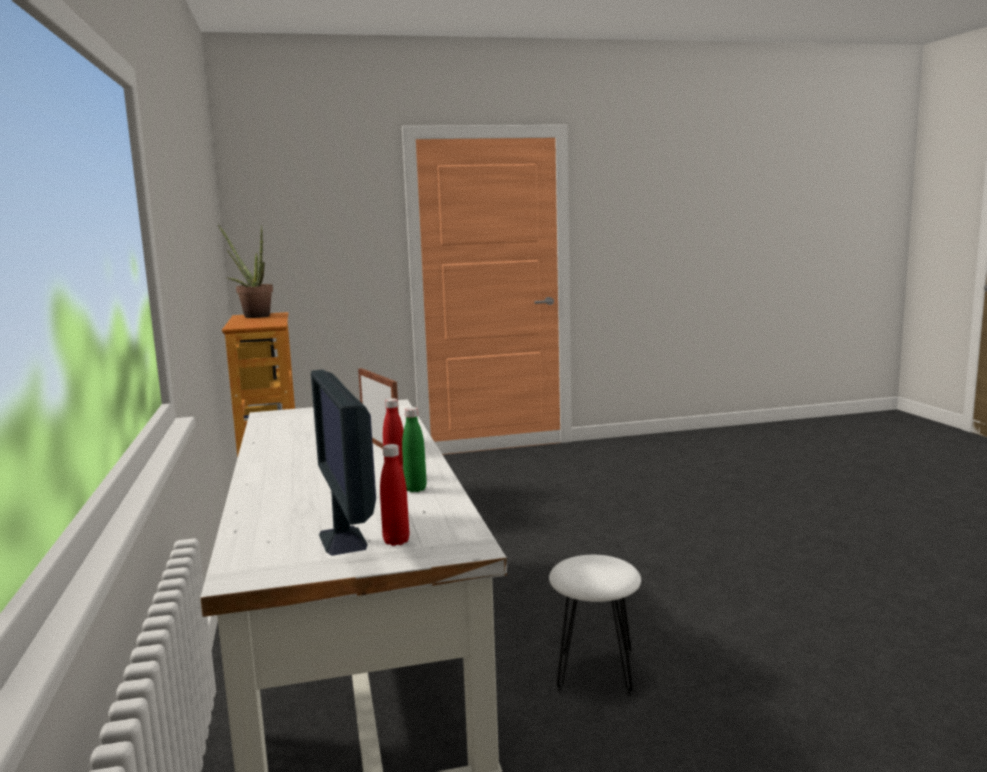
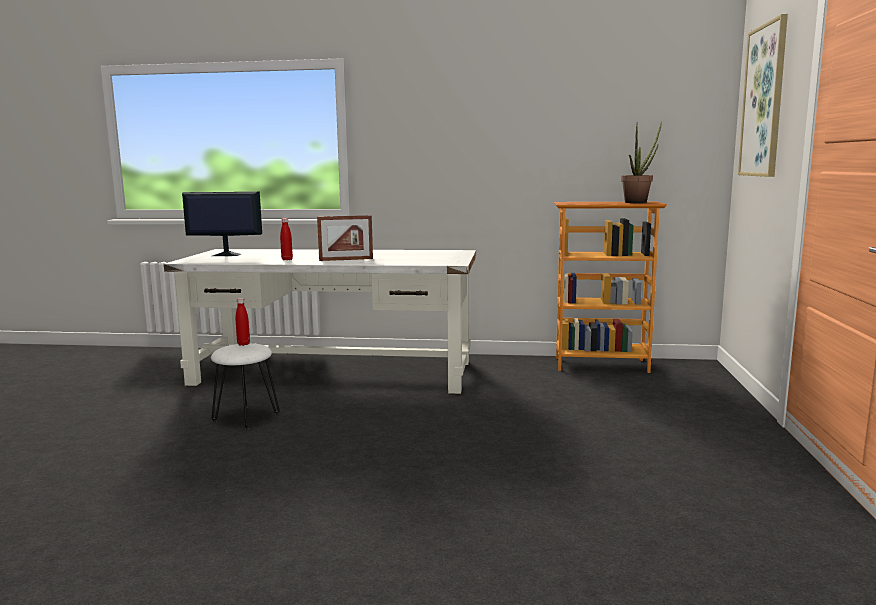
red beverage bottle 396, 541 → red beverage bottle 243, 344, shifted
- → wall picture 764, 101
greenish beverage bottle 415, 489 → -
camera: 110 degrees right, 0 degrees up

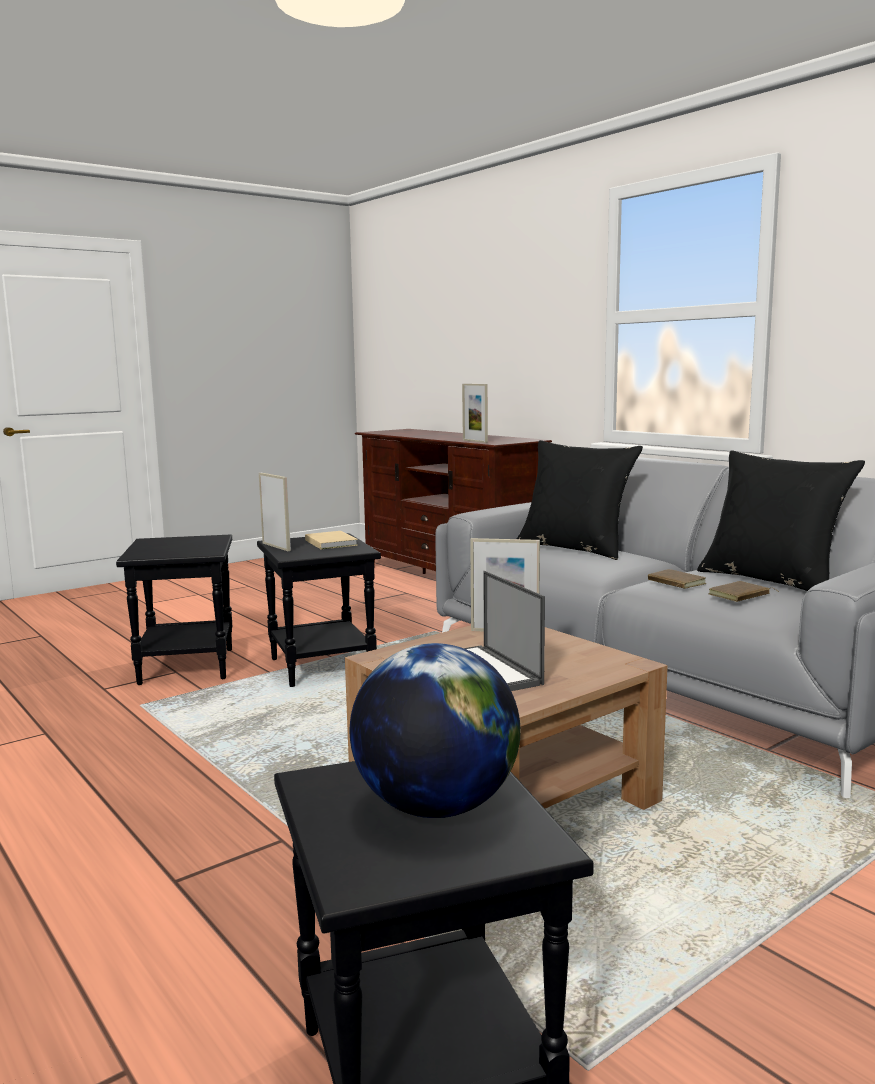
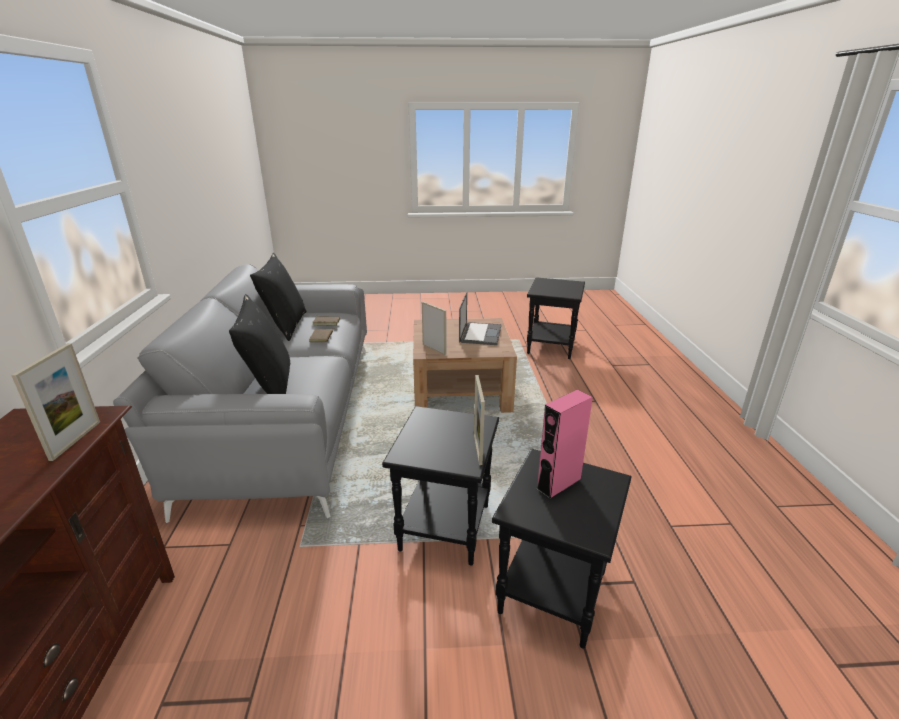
- → pink audio speaker 558, 484
beige bound book 331, 542 → -
desk globe 436, 807 → -
camera: 145 degrees left, 15 degrees up

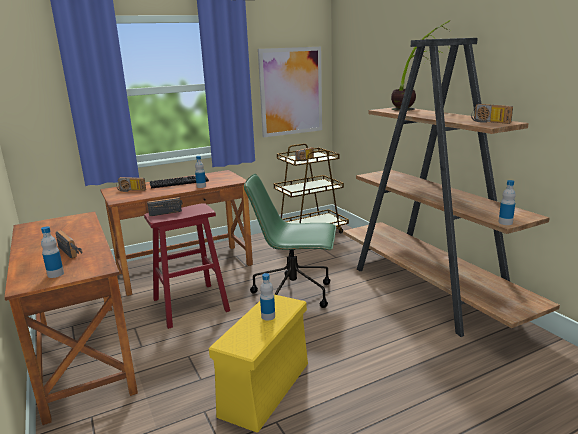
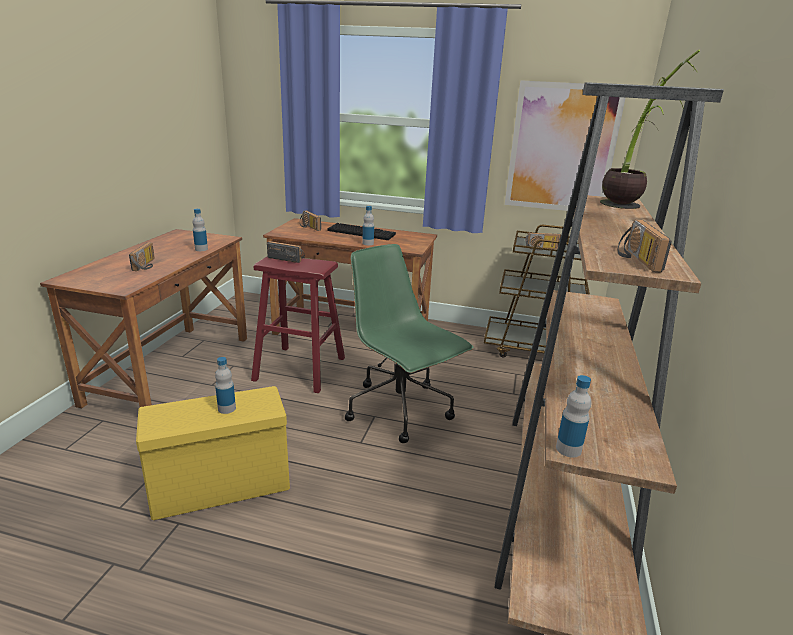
beverage bottle 55, 274 → beverage bottle 201, 249, shifted
camera: 40 degrees right, 5 degrees up

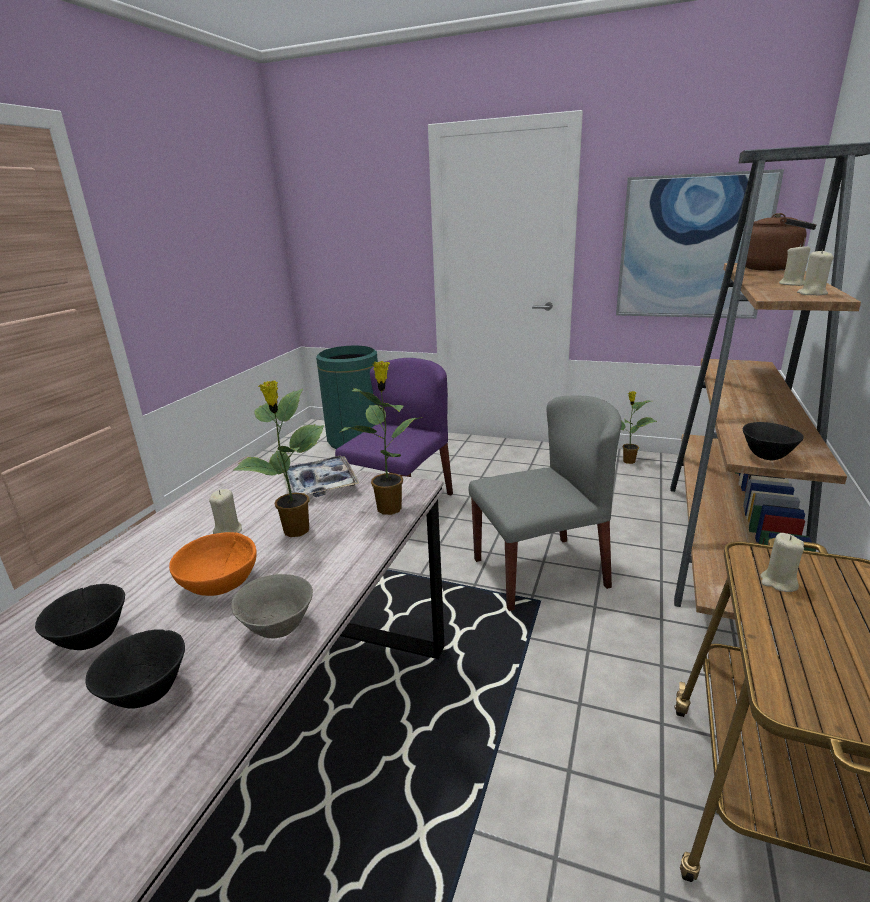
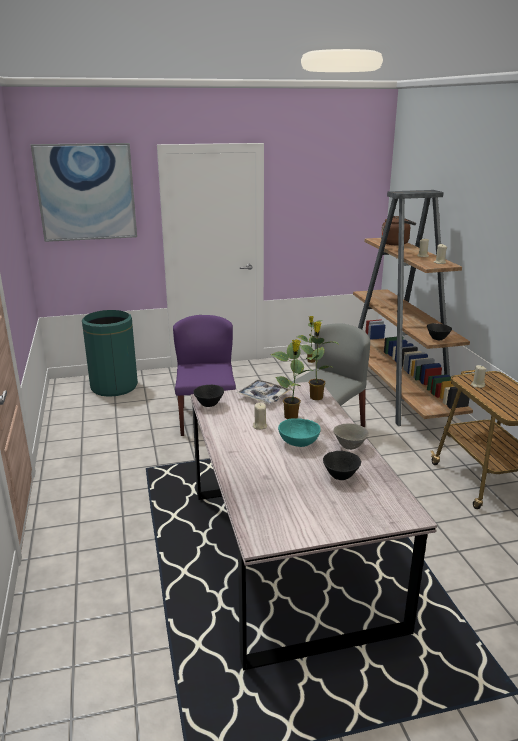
wall picture 692, 248 → wall picture 86, 192, shifted
black-coloured deep dish 92, 640 → black-coloured deep dish 209, 405, shifted
orange-coloured deep dish 220, 584 → blue-green deep dish 298, 443
camera: 35 degrees left, 0 degrees up

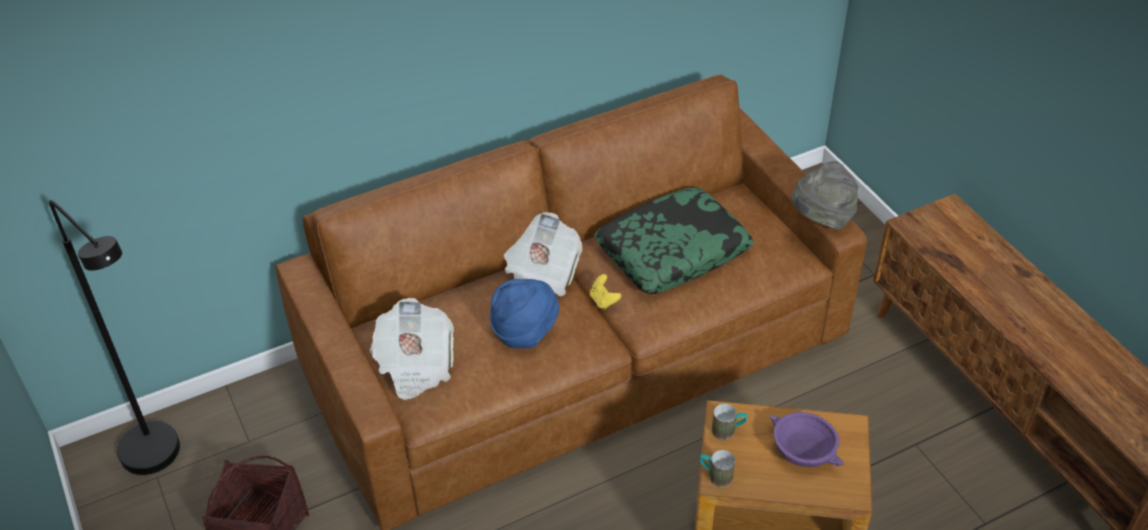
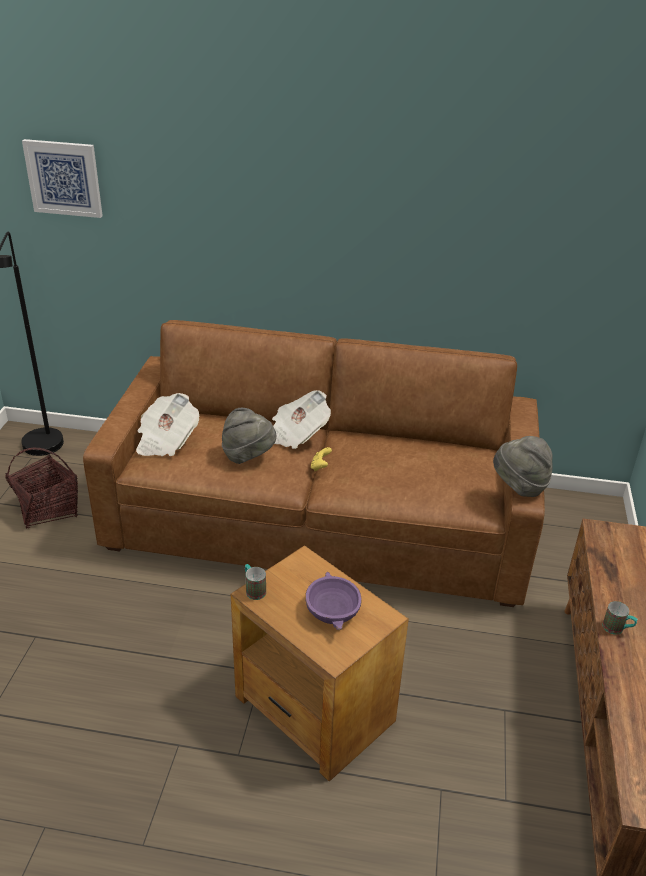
- → wall picture 64, 178
bluish wearable hat 525, 331 → grey wearable hat 248, 456
mug 728, 431 → mug 617, 629, shifted
cushion 673, 251 → -
camera: 35 degrees right, 10 degrees down

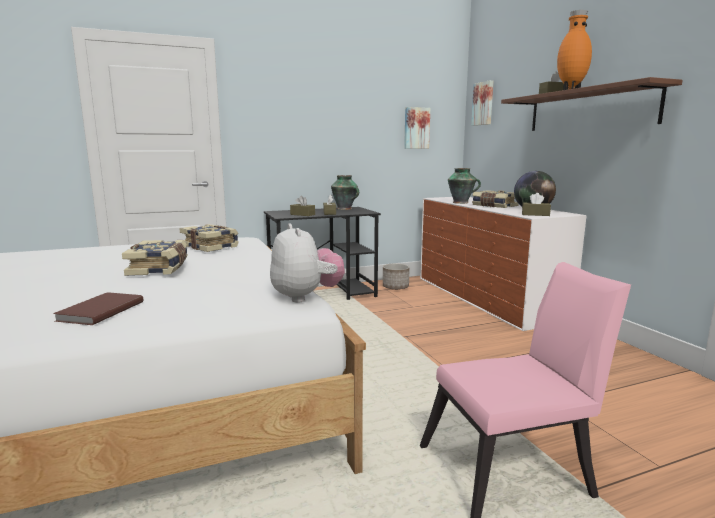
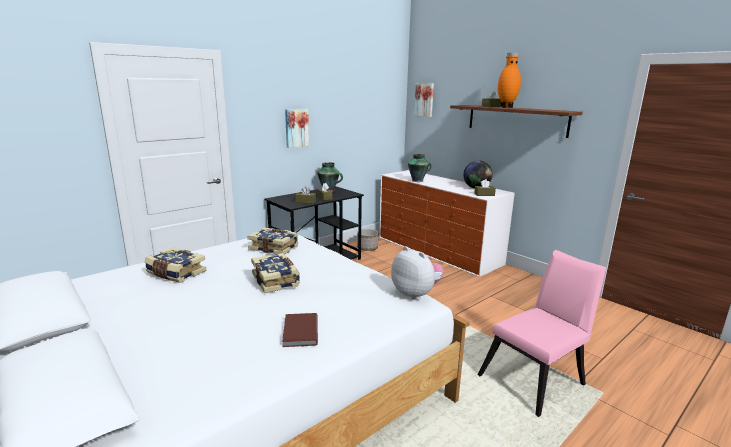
bound book 494, 206 → bound book 175, 273, shifted
wall picture 416, 128 → wall picture 296, 127, shifted
camera: 20 degrees left, 5 degrees up

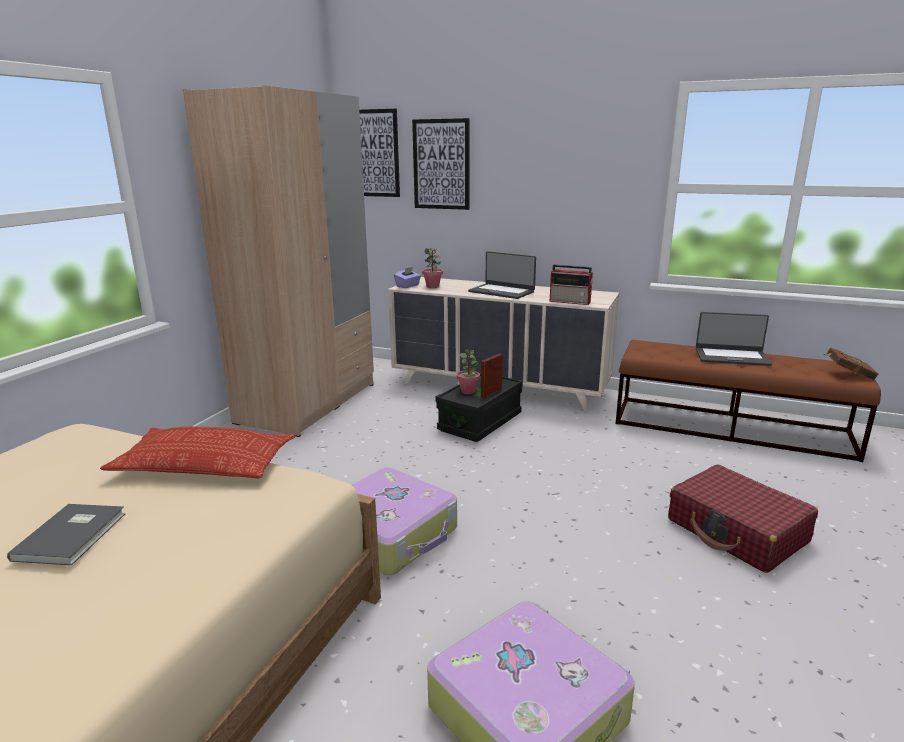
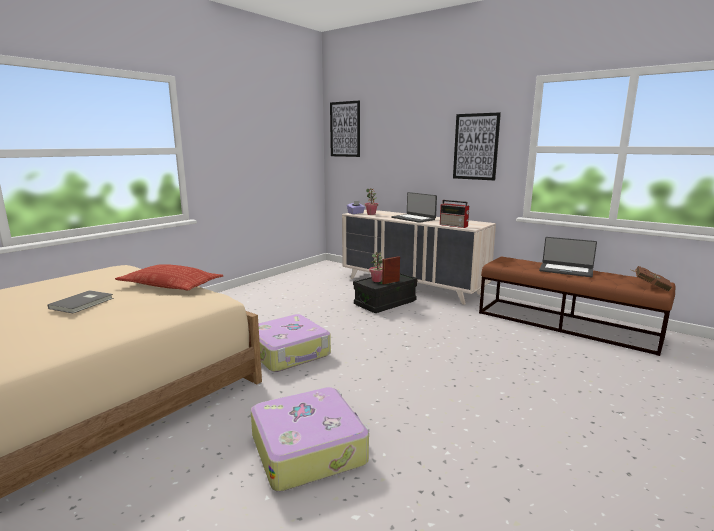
wall picture 441, 164 → wall picture 476, 146, shifted
beige wardrobe 308, 403 → -
red piece of luggage 737, 531 → -
camera: 15 degrees right, 5 degrees down

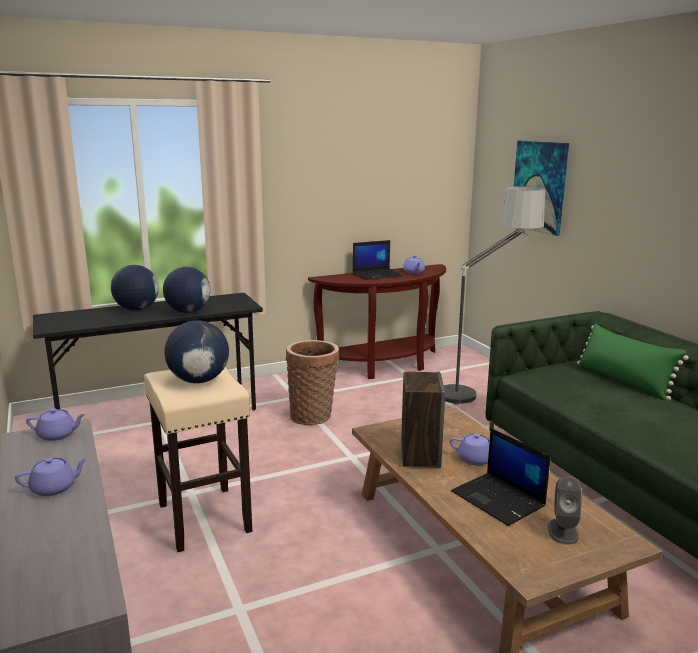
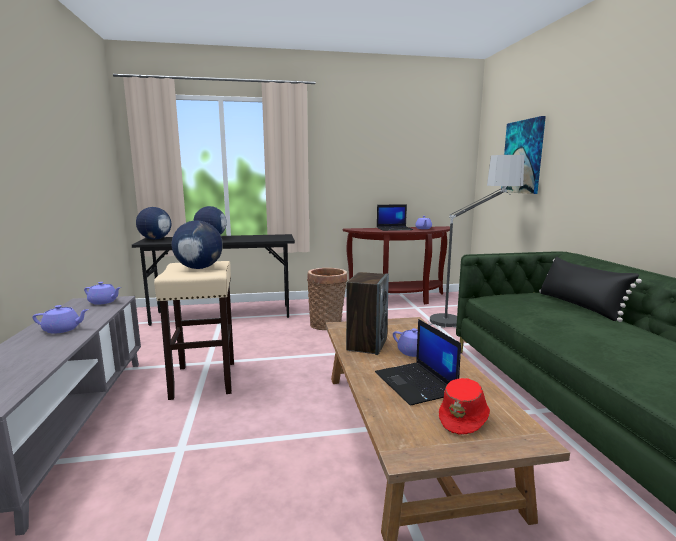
desk globe 188, 312 → desk globe 155, 239, shifted
grey audio speaker 562, 531 → red wearable hat 464, 418
greenish cushion 623, 381 → black-coloured cushion 579, 306
camera: 15 degrees right, 5 degrees down

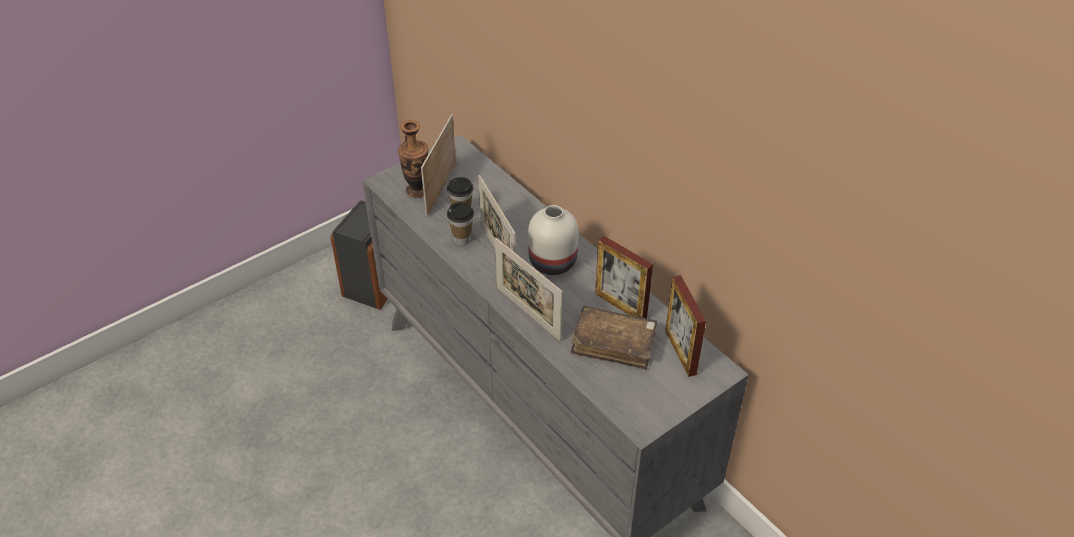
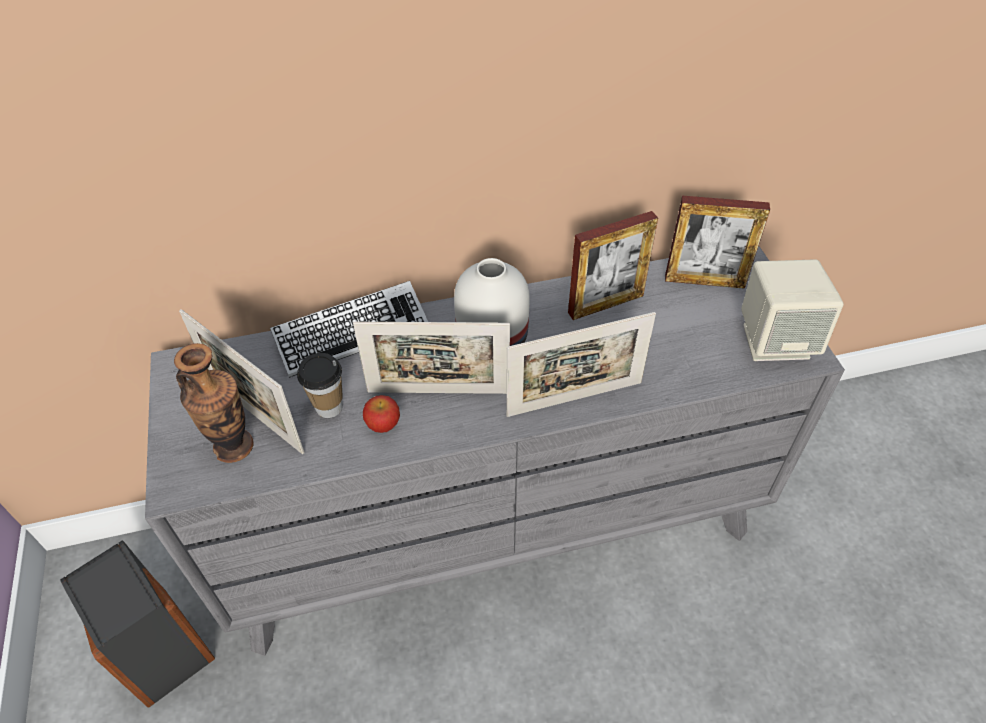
- → PC keyboard 352, 334
small cup 462, 239 → apple fruit 383, 424
- → beige audio speaker 775, 340
brown bound book 614, 343 → -
camera: 65 degrees left, 5 degrees up

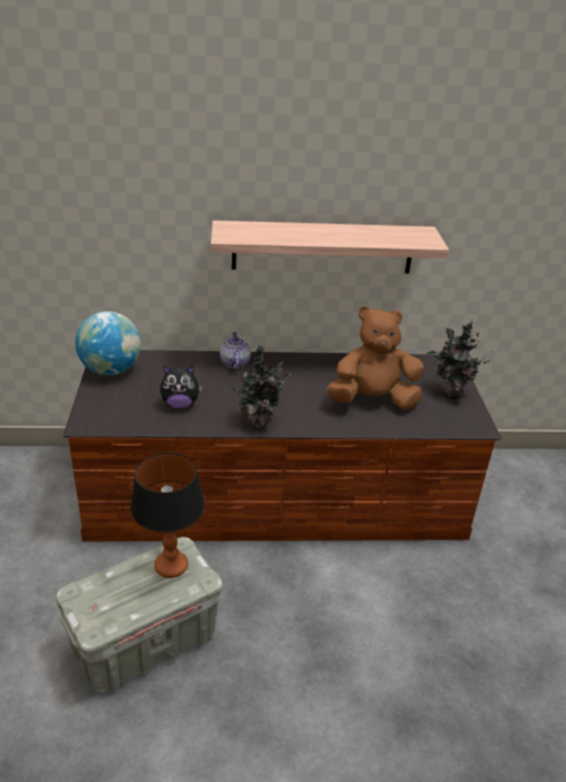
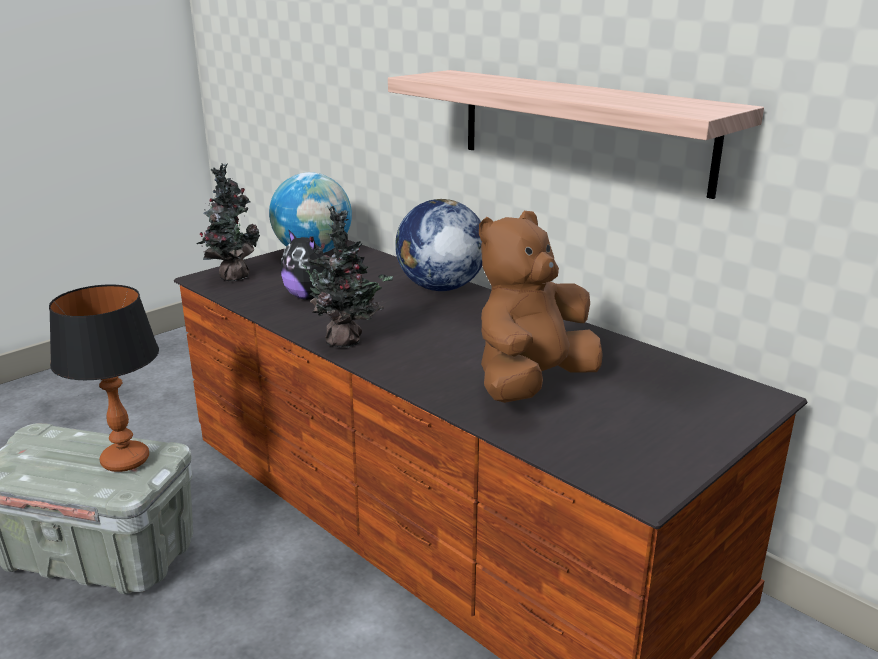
houseplant 450, 394 → houseplant 232, 277, shifted
pot for tea 234, 363 → desk globe 440, 288
brown soft toy 372, 400 → brown soft toy 531, 384, 90 degrees counterclockwise
camera: 50 degrees right, 10 degrees down

